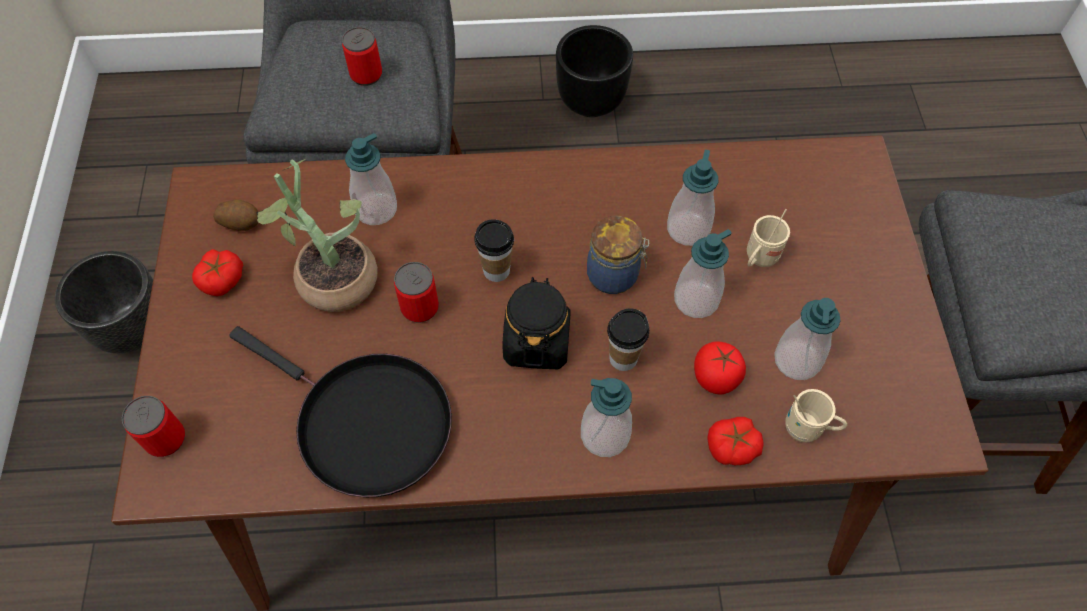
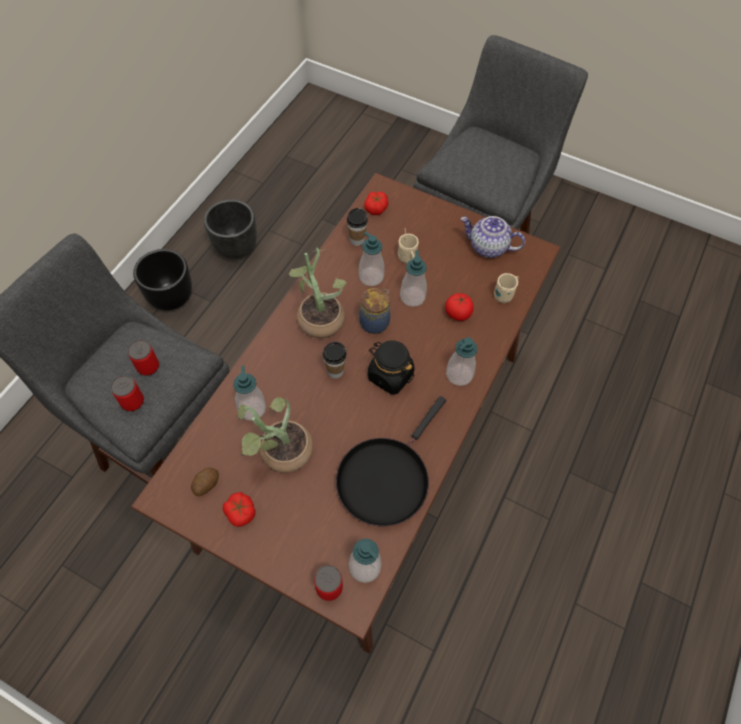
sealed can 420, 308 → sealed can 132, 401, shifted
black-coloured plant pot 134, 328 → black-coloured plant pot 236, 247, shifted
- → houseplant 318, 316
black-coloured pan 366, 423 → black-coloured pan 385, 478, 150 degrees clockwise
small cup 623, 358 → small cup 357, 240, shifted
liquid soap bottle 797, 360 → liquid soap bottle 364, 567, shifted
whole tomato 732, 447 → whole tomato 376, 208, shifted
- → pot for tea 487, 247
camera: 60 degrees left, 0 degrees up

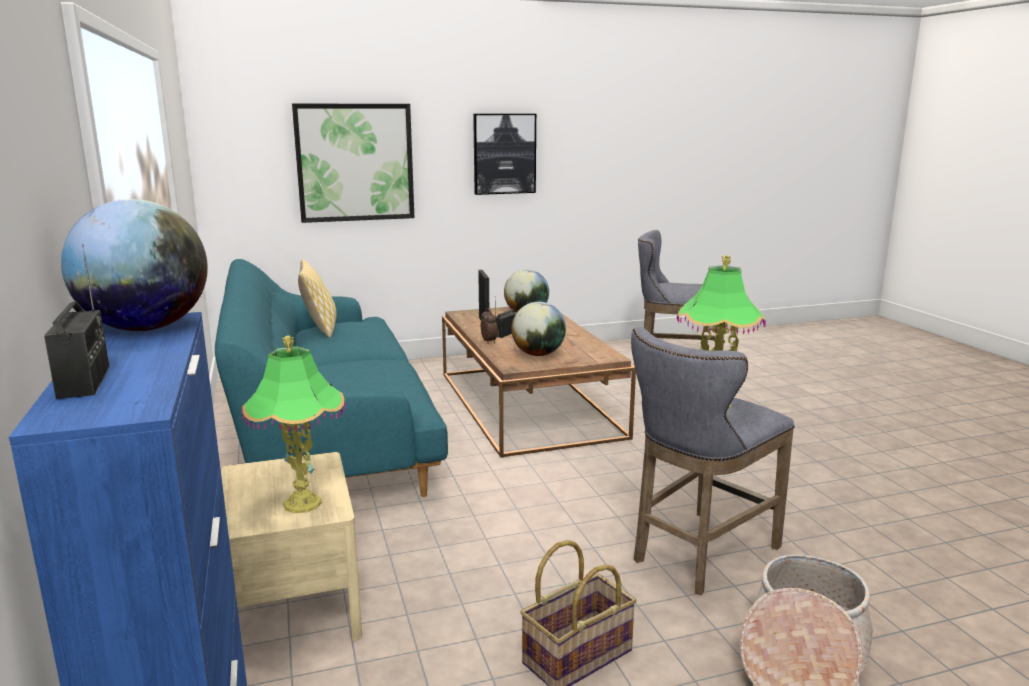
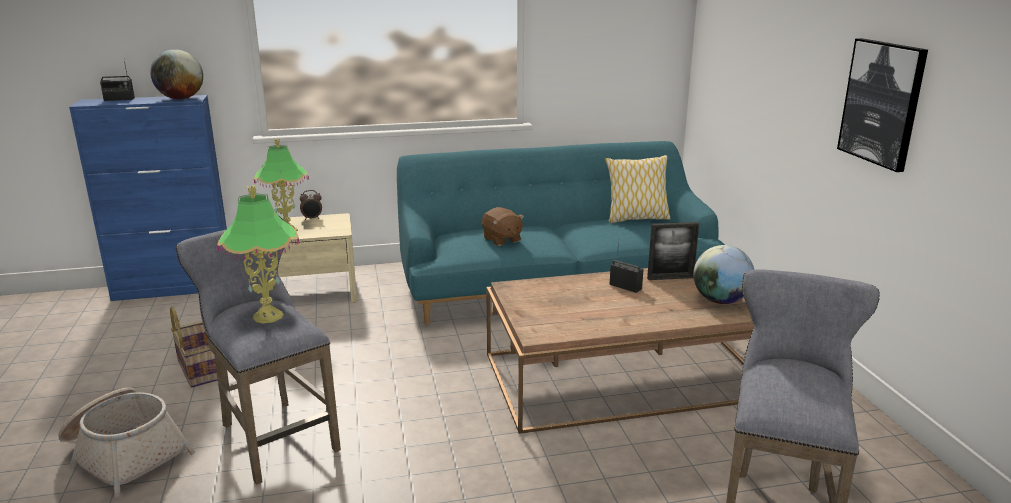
alarm clock 489, 341 → alarm clock 312, 218, shifted
- → brown soft toy 501, 240
wall picture 355, 162 → -
desk globe 538, 354 → -
camera: 95 degrees right, 5 degrees up

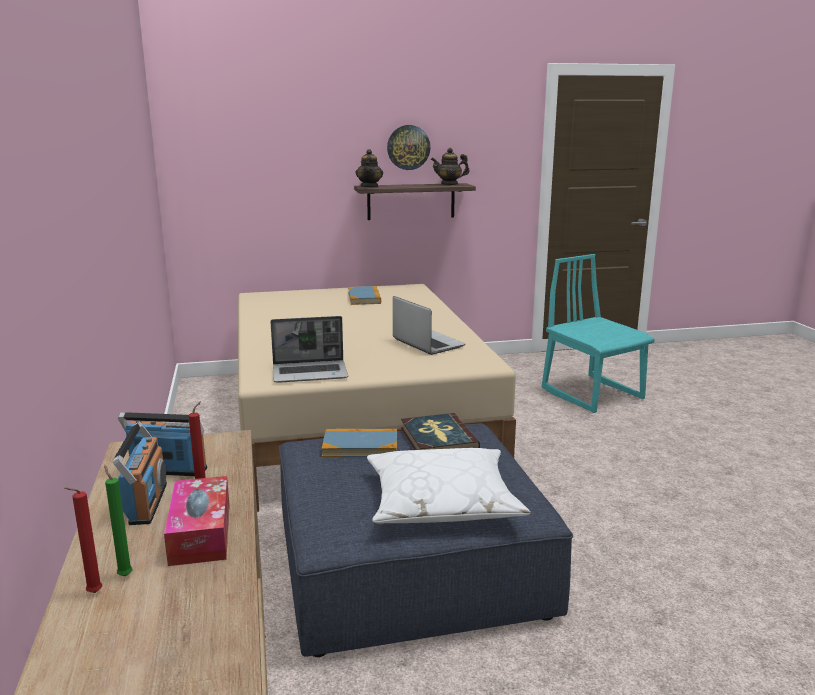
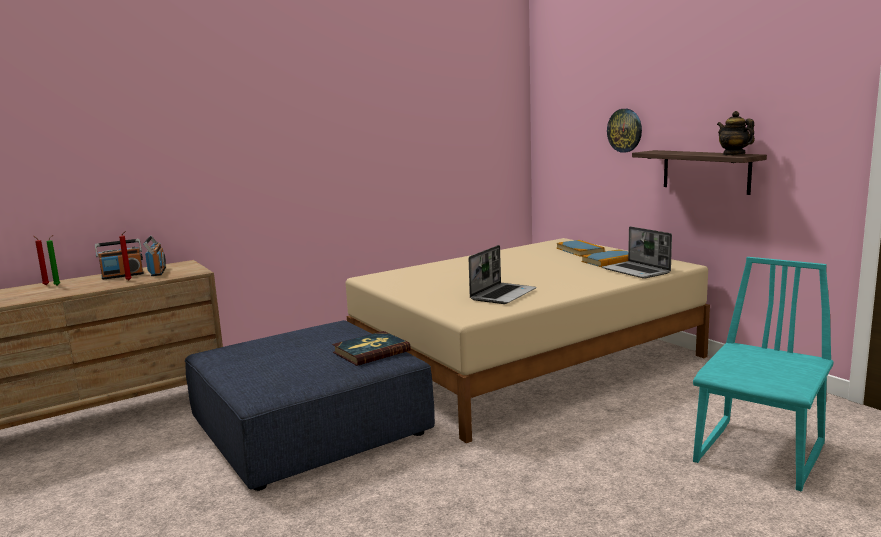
bound book 360, 446 → bound book 580, 250, shifted
laptop 311, 373 → laptop 637, 271, shifted
hanging clock 408, 147 → hanging clock 625, 130, shifted
box of tissues 200, 533 → -
pot for tea 369, 187 → -
whitish cushion 442, 502 → -
camera: 70 degrees right, 5 degrees down

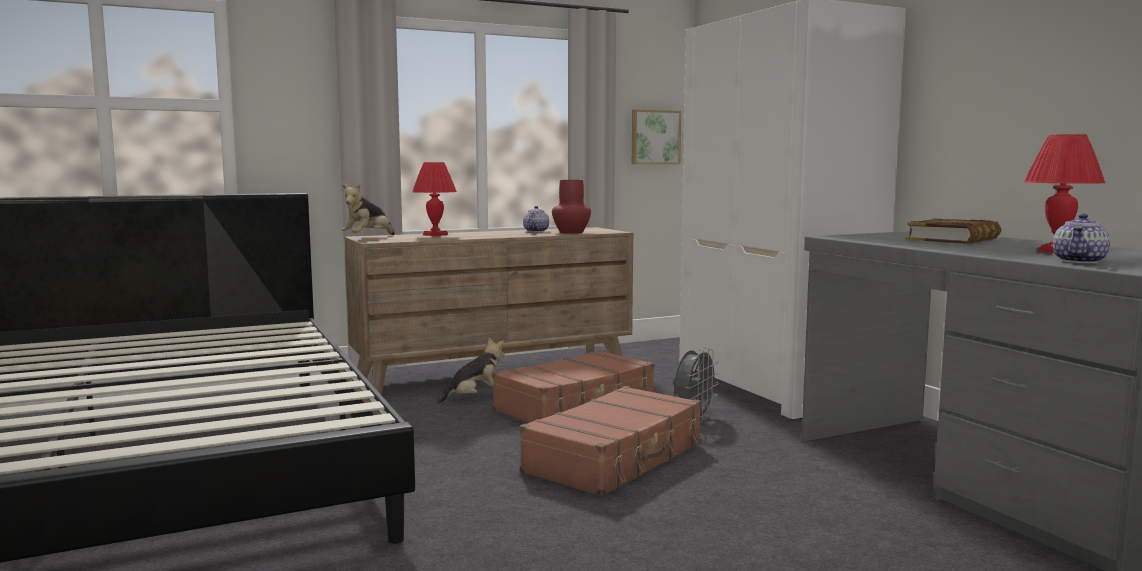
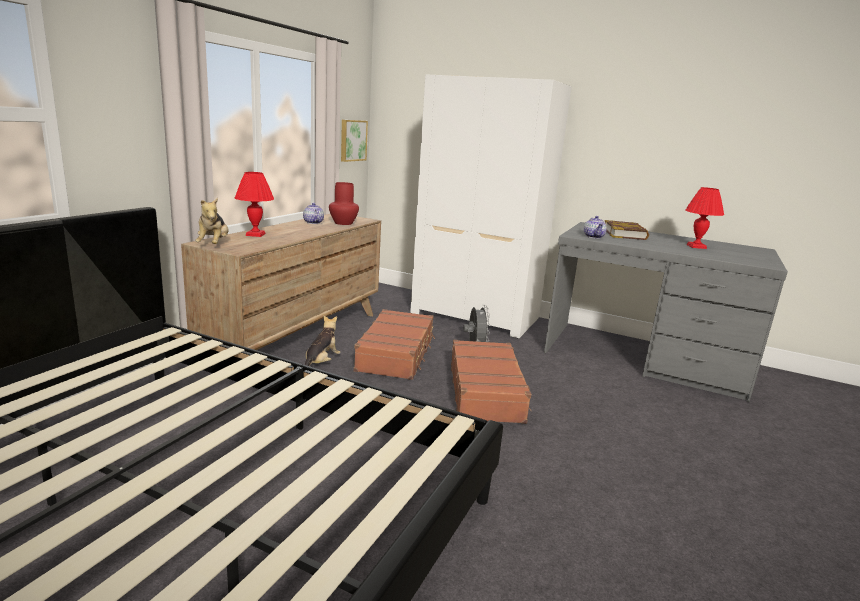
pot for tea 1080, 261 → pot for tea 593, 236, shifted
camera: 40 degrees left, 10 degrees up

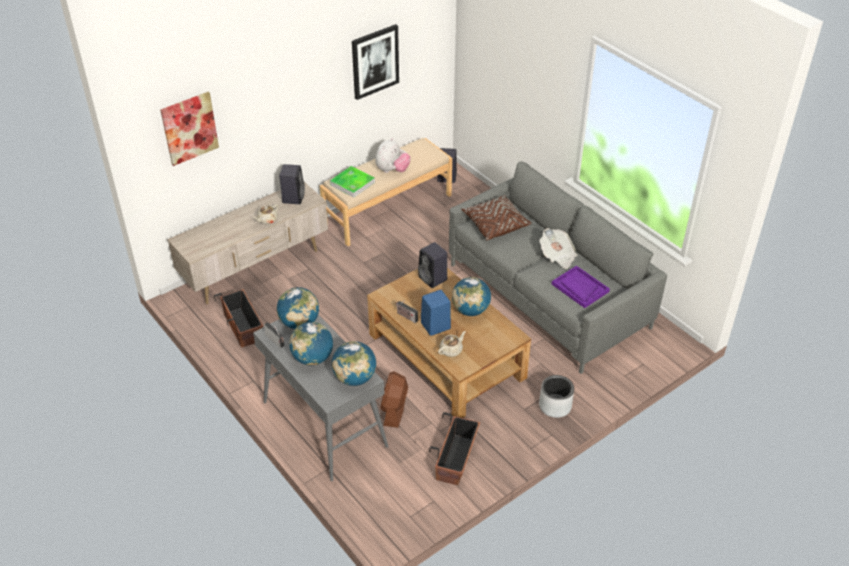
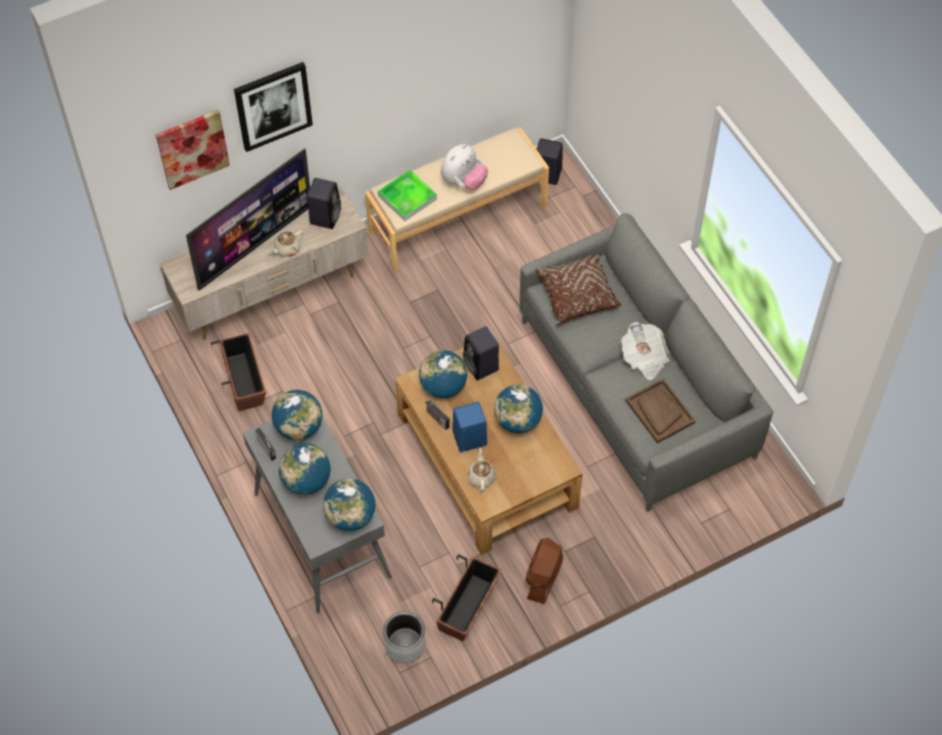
- → TV set 254, 246
wall picture 375, 61 → wall picture 273, 105, shifted
grey plant pot 555, 406 → grey plant pot 405, 644, shifted
- → desk globe 443, 387
beige pot for tea 451, 350 → beige pot for tea 481, 476, 60 degrees counterclockwise
brown electric fan 394, 409 → brown electric fan 543, 577, shifted
purple-coloured serving tray 580, 288 → brown serving tray 659, 412
camera: 10 degrees right, 15 degrees up

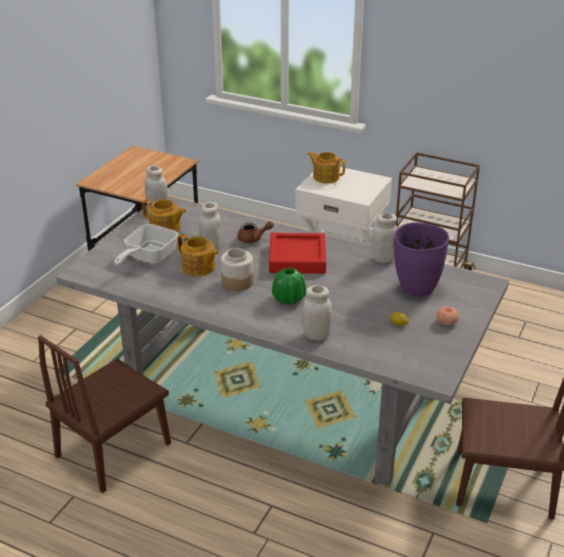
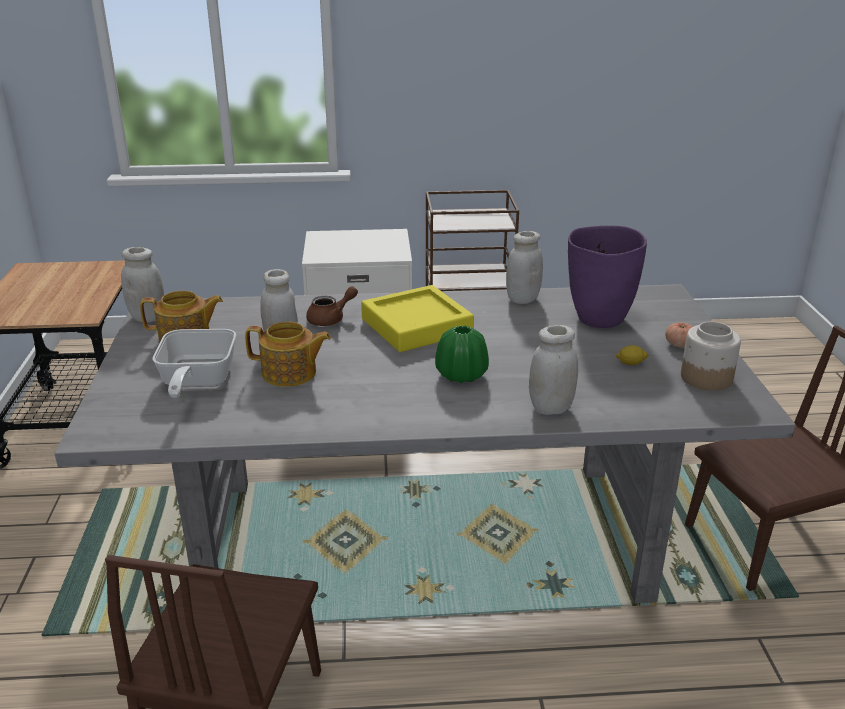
red serving tray 297, 258 → yellow-coloured serving tray 416, 326
jar 237, 282 → jar 705, 378, shifted
pot for tea 325, 177 → -
camera: 30 degrees left, 5 degrees down

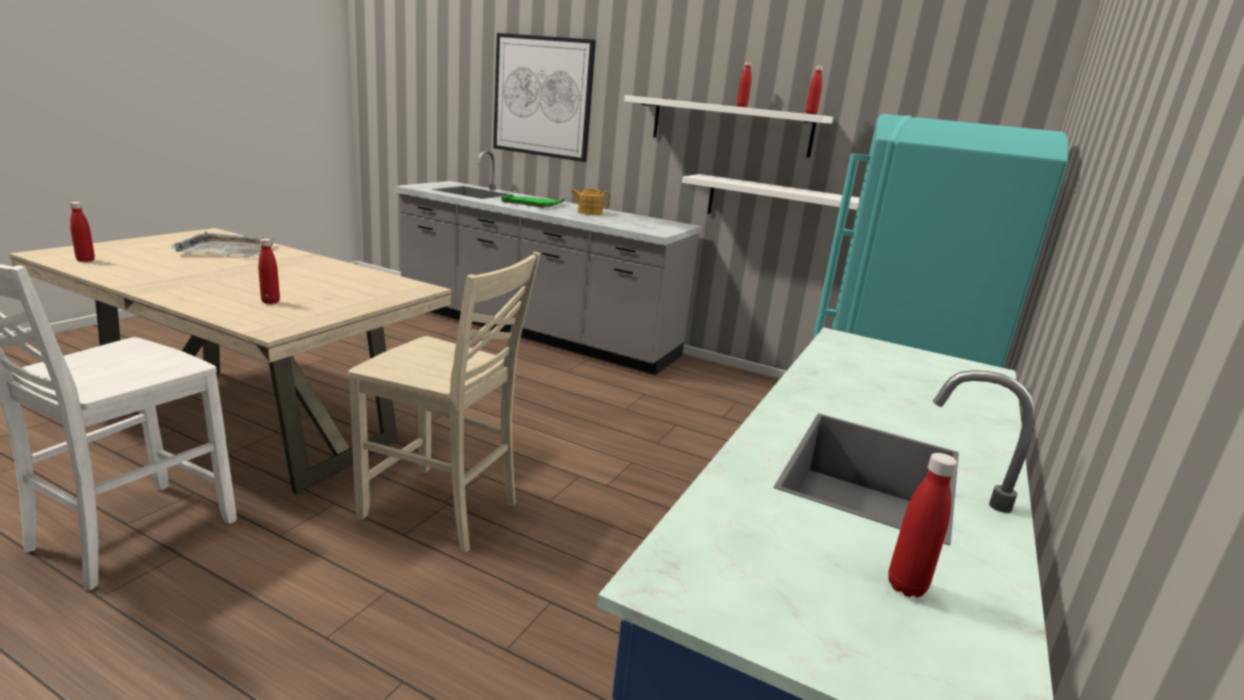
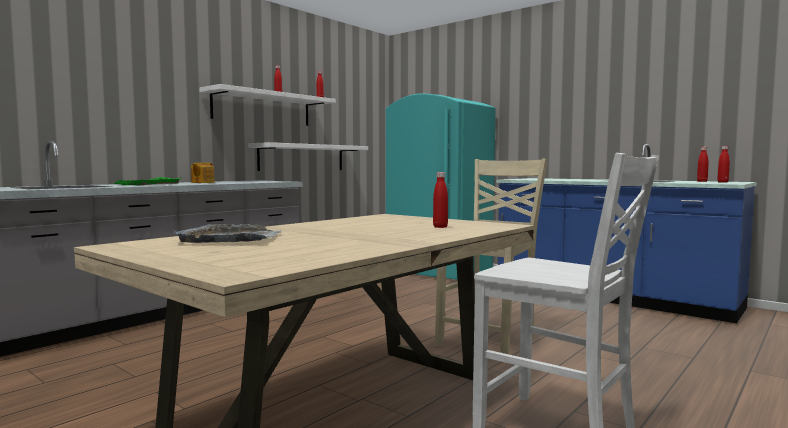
red beverage bottle 85, 260 → red beverage bottle 722, 182, shifted
wall picture 542, 97 → -
camera: 75 degrees left, 15 degrees down

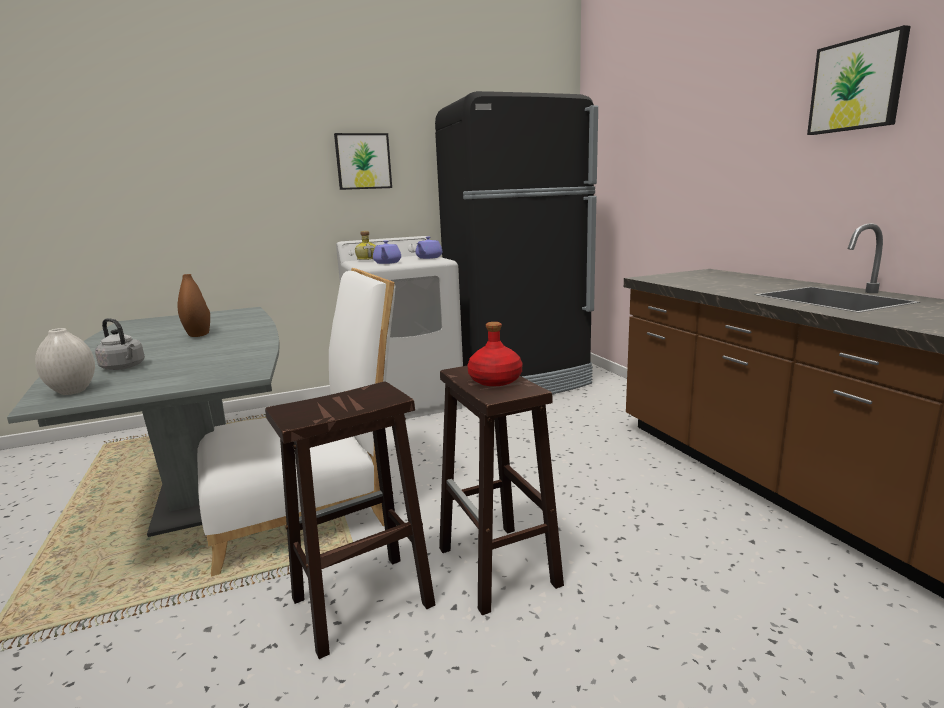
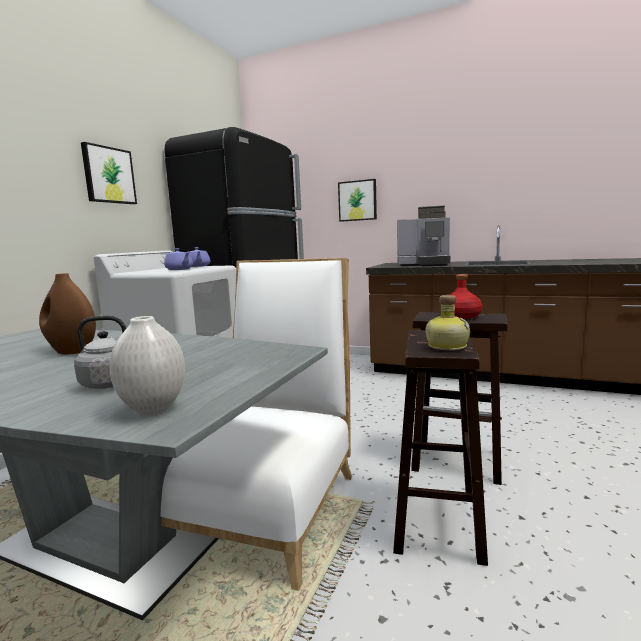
wall picture 857, 85 → wall picture 357, 200, shifted
- → coffee brewer 424, 265
beverage bottle 367, 259 → beverage bottle 446, 346, shifted
camera: 45 degrees left, 5 degrees down

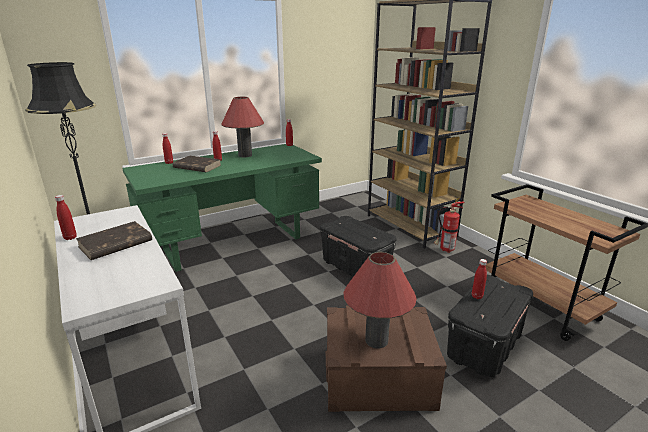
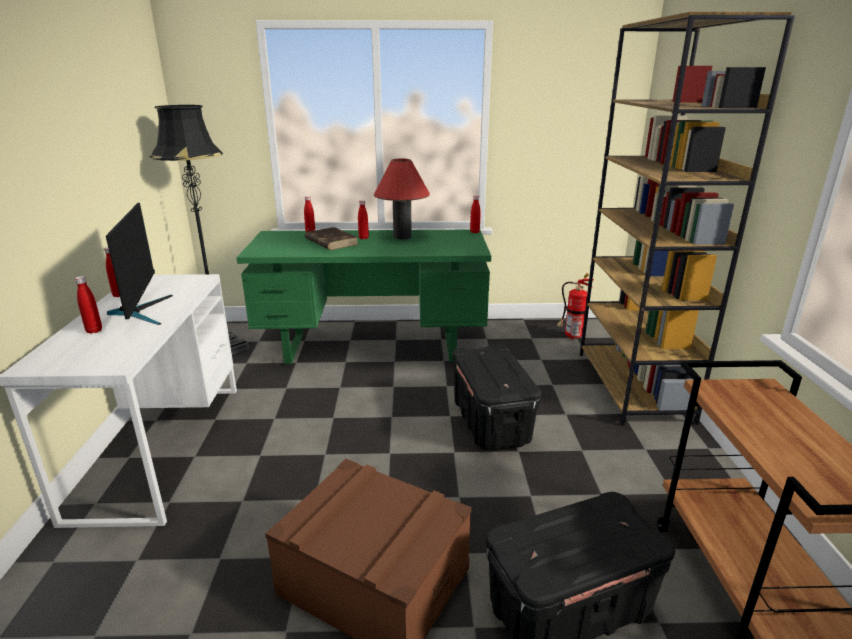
red beverage bottle 477, 296 → red beverage bottle 94, 331, shifted
brown bound book 115, 244 → computer screen 141, 311
extinguisher 445, 250 → extinguisher 571, 336, shifted
red tabletop lamp 376, 340 → -
camera: 30 degrees right, 0 degrees up

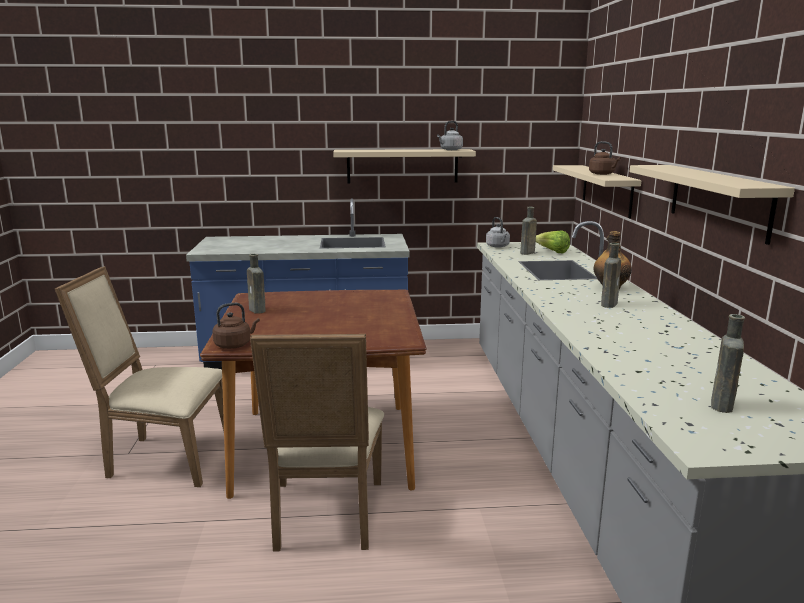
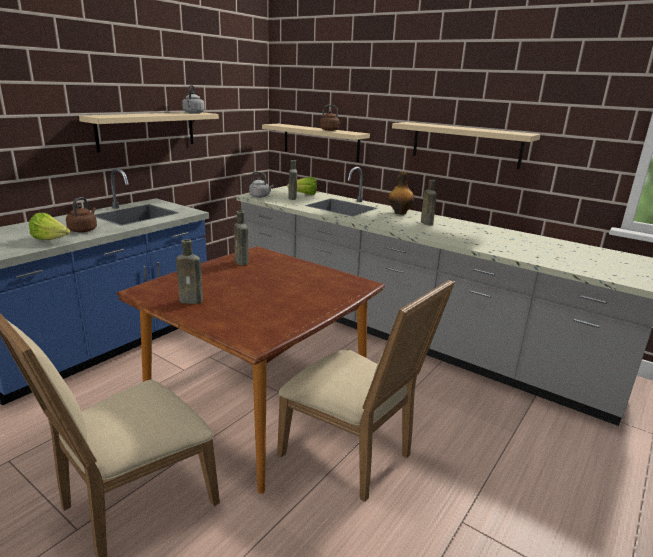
- → lettuce head 51, 240
brown water kettle 235, 345 → brown water kettle 84, 230, shifted
brown beverage bottle 722, 406 → brown beverage bottle 242, 262, shifted
camera: 50 degrees left, 5 degrees up

